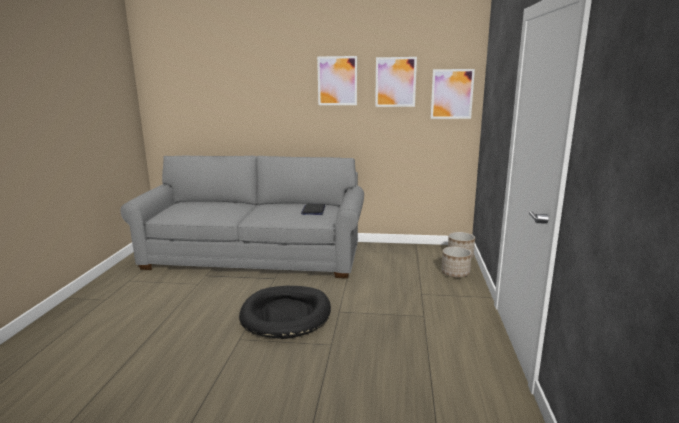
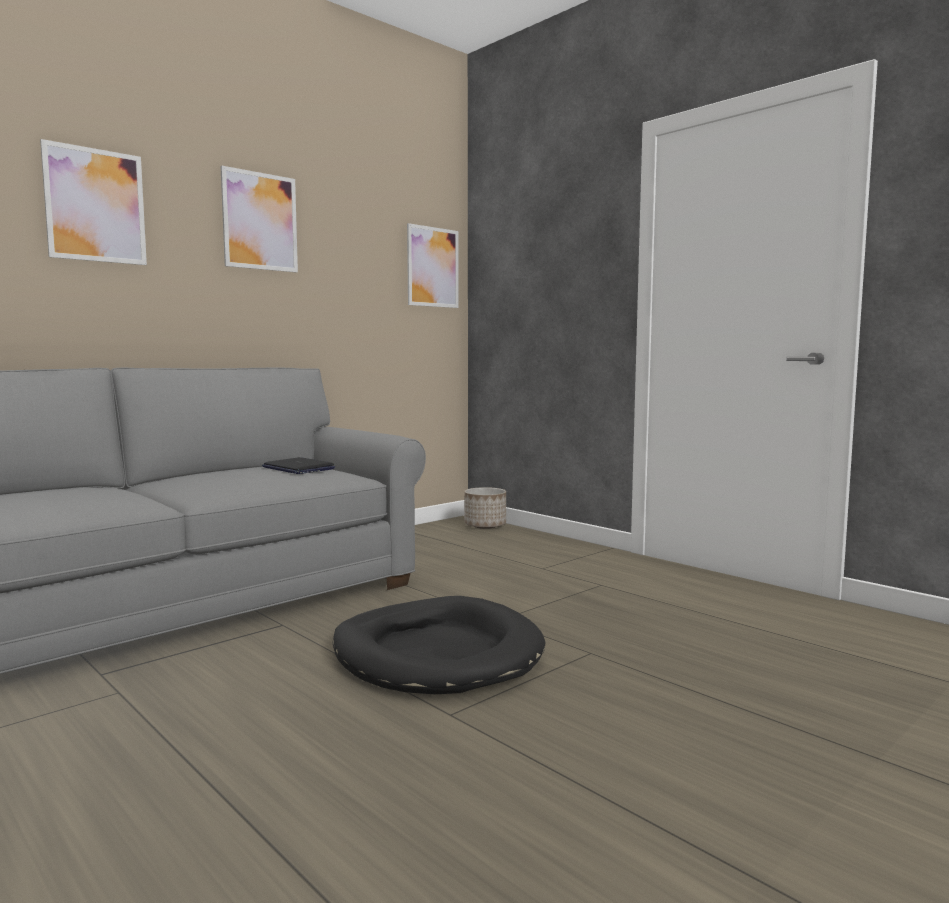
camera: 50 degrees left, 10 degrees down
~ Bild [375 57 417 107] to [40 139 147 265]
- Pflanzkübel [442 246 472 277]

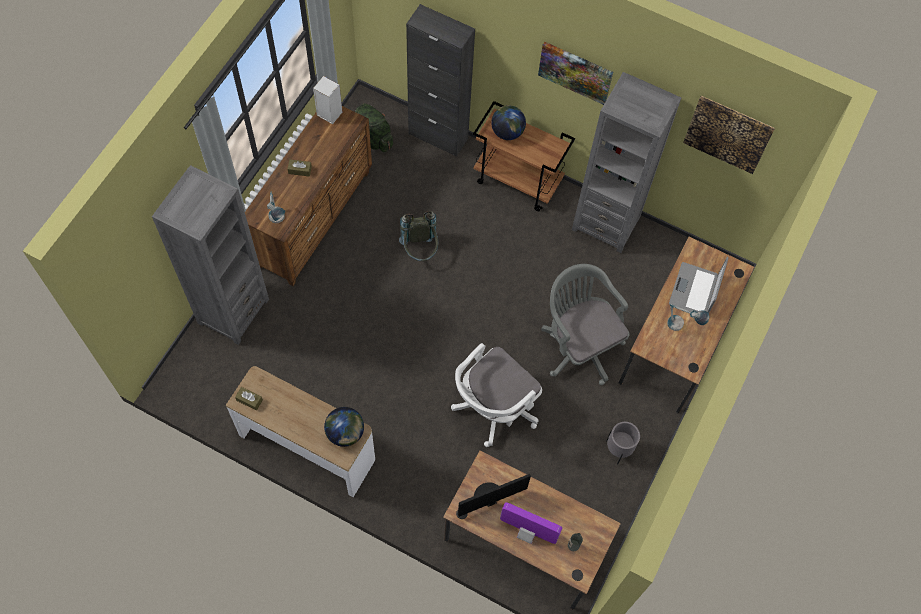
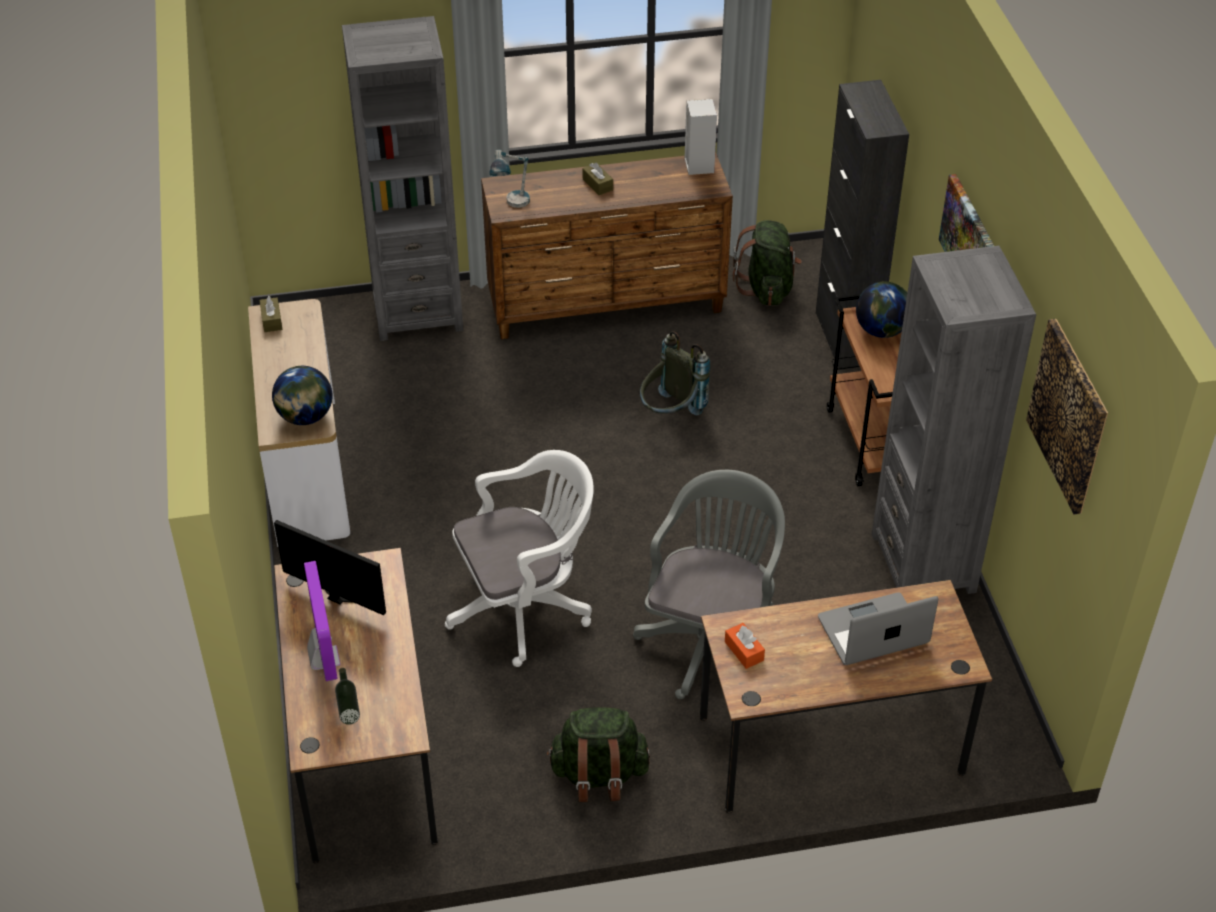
camera: 55 degrees right, 20 degrees down
~ Bürostuhl [weiß] [451 343 542 447] = [445 450 594 667] 150 degrees clockwise
~ Pflanzkübel [grau] [606 422 640 464] to Rucksack [grün] [547 707 650 802]
- Tischlampe [667 304 709 331]
+ Taschentuchbox [orange] [725 623 765 669]

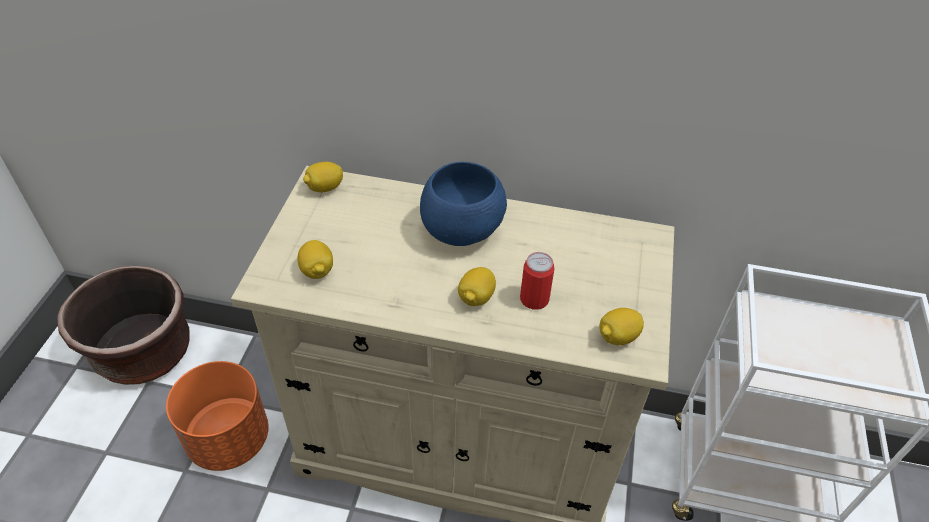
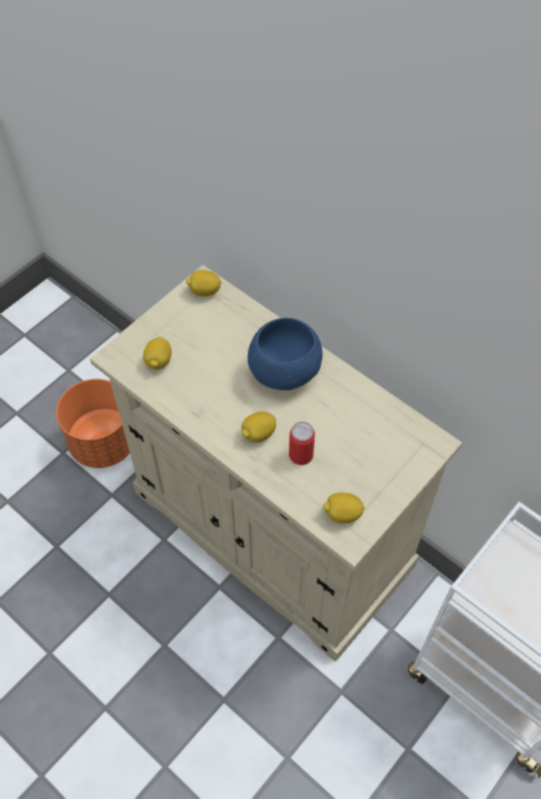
camera: 30 degrees right, 10 degrees up
- Pflanzkübel [braun] [57 266 190 385]

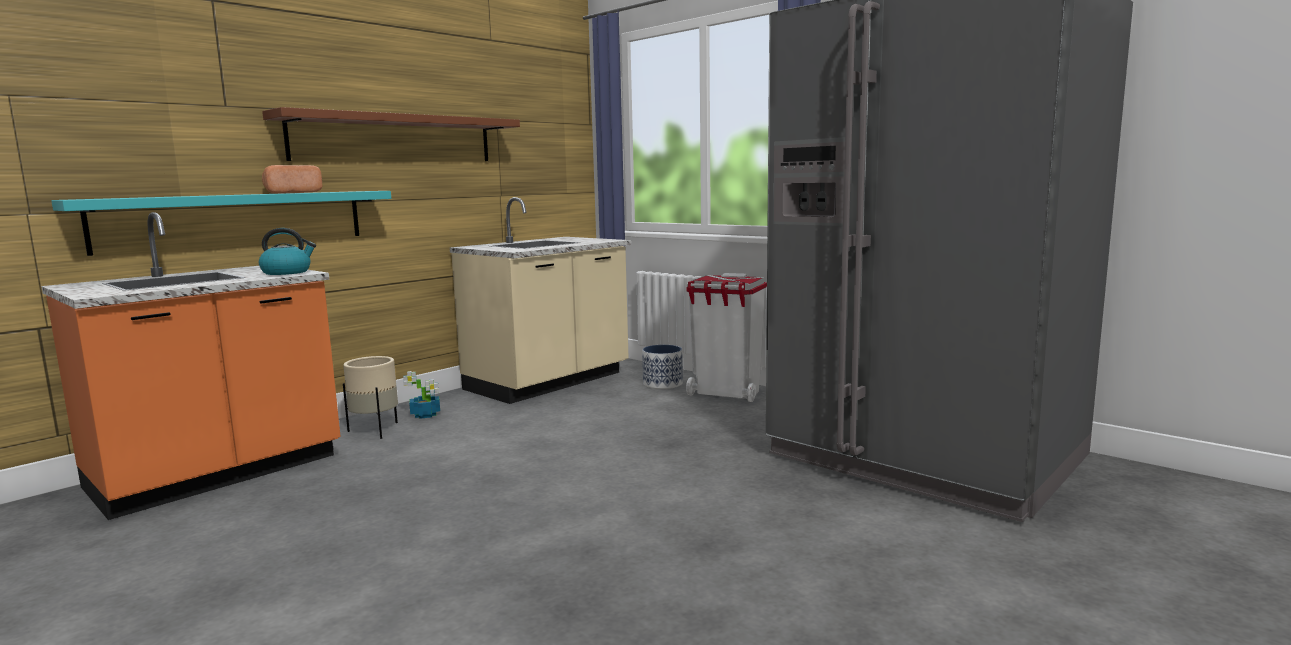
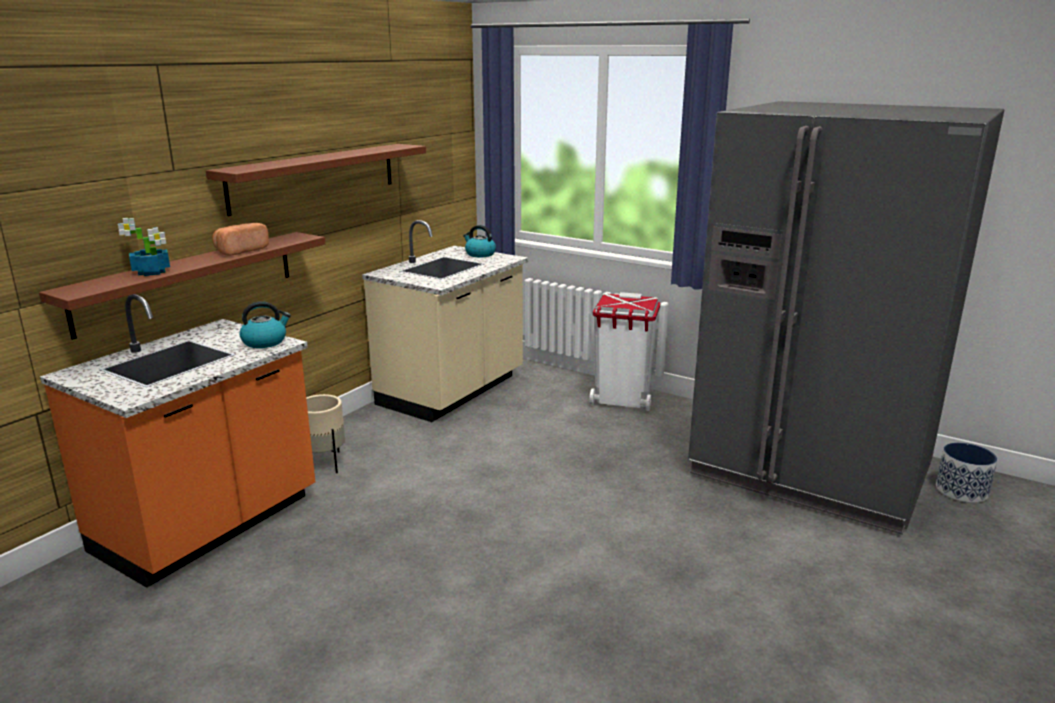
camera: 10 degrees left, 10 degrees up
~ Wandregal [türkis] [51 191 391 256] to Wandregal [braun] [39 232 325 340]
~ Topfpflanze [403 371 440 419] to [118 218 170 276]
~ Pflanzkübel [642 345 683 389] to [936 443 997 503]
+ Wasserkessel [463 225 496 257]

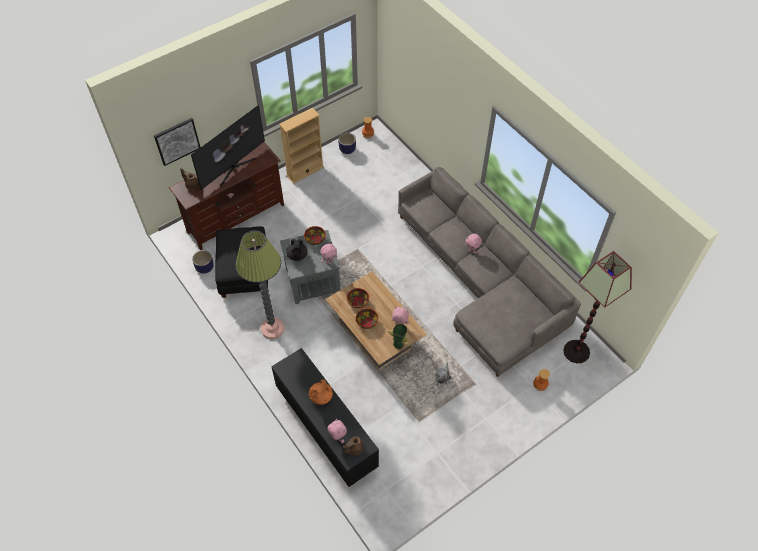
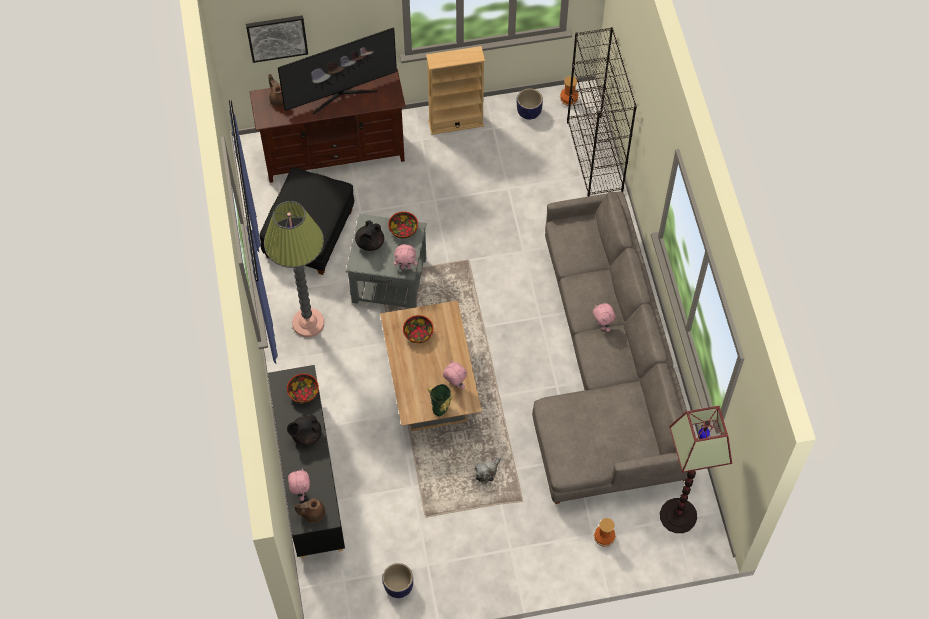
camera: 25 degrees right, 5 degrees up
~ Pflanzkübel [192 250 214 274] to [383 563 413 598]
~ Teekanne [orange] [309 380 333 405] to Teekanne [schwarz] [287 415 322 446]
~ Schüssel [356 308 378 329] to [287 374 319 403]
+ Bücherregal [schwarz] [567 27 637 197]

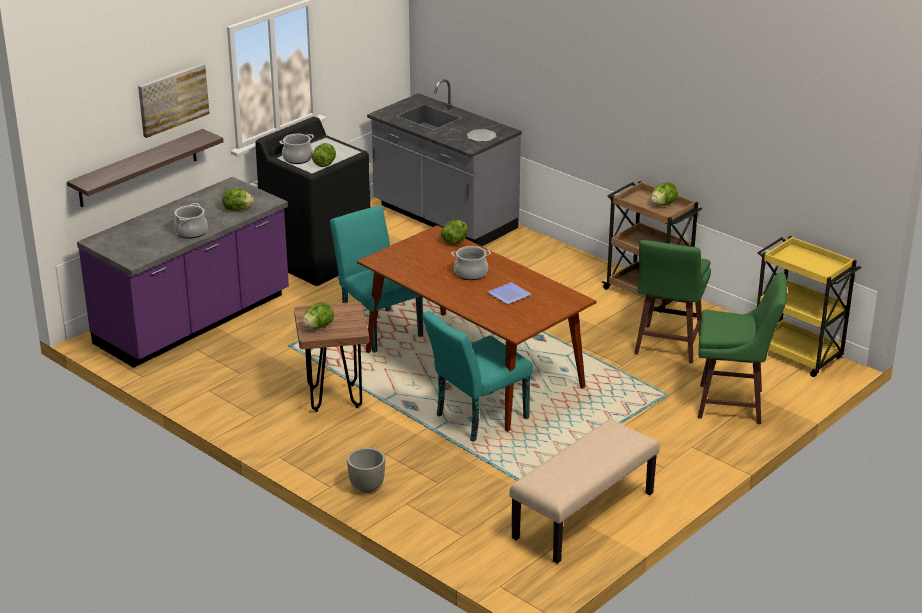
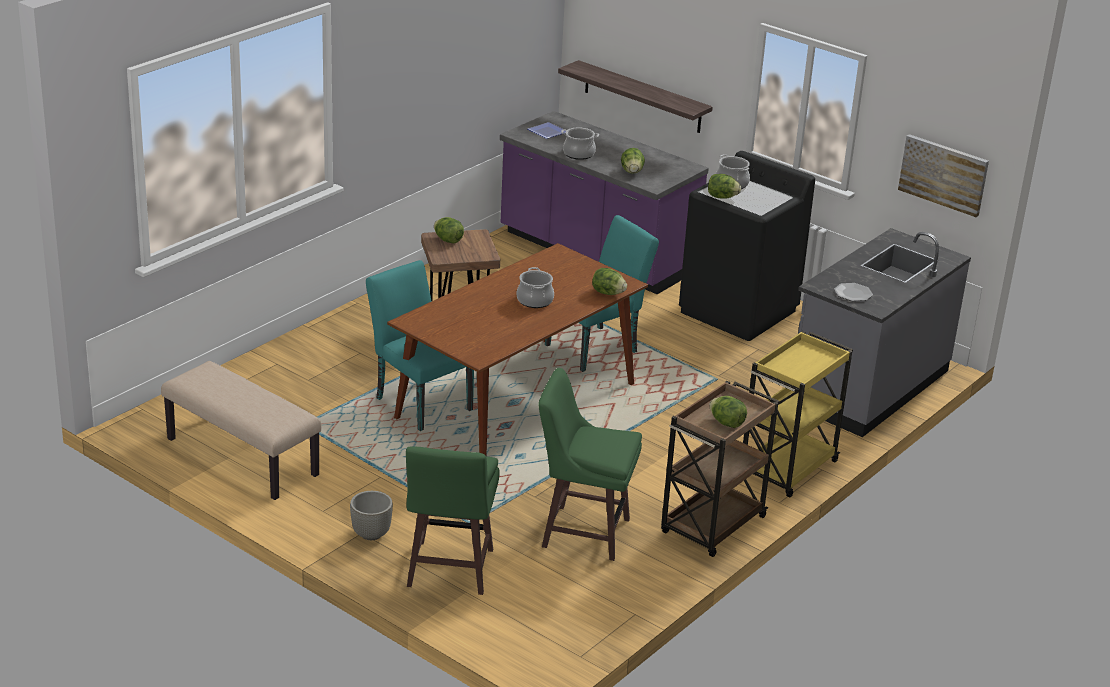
camera: 85 degrees right, 0 degrees up
~ Bild [138 63 210 138] to [898 134 989 217]
~ Pflanzkübel [grau] [347 448 385 493] to [350 491 393 540]
~ Teller [488 282 532 304] to [528 122 566 139]
~ Rollwagen [gelb] [757 236 861 377] to [743 331 853 498]

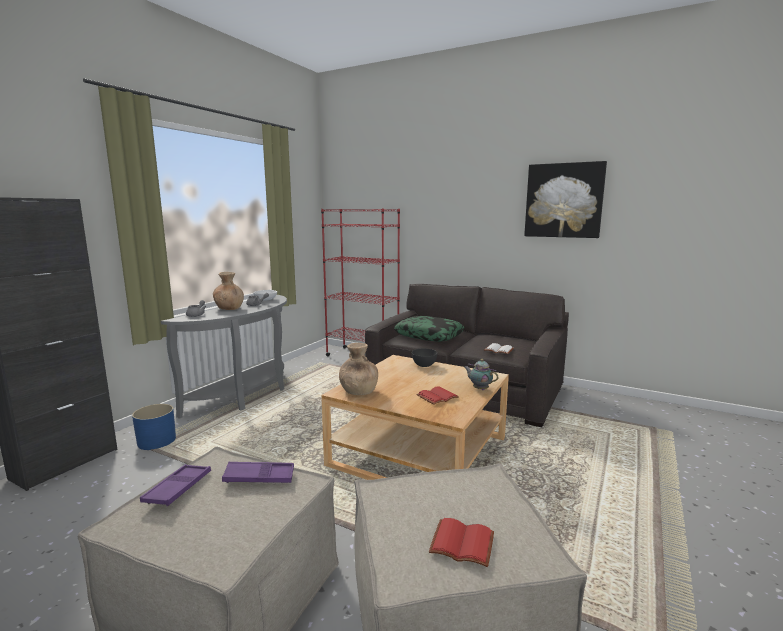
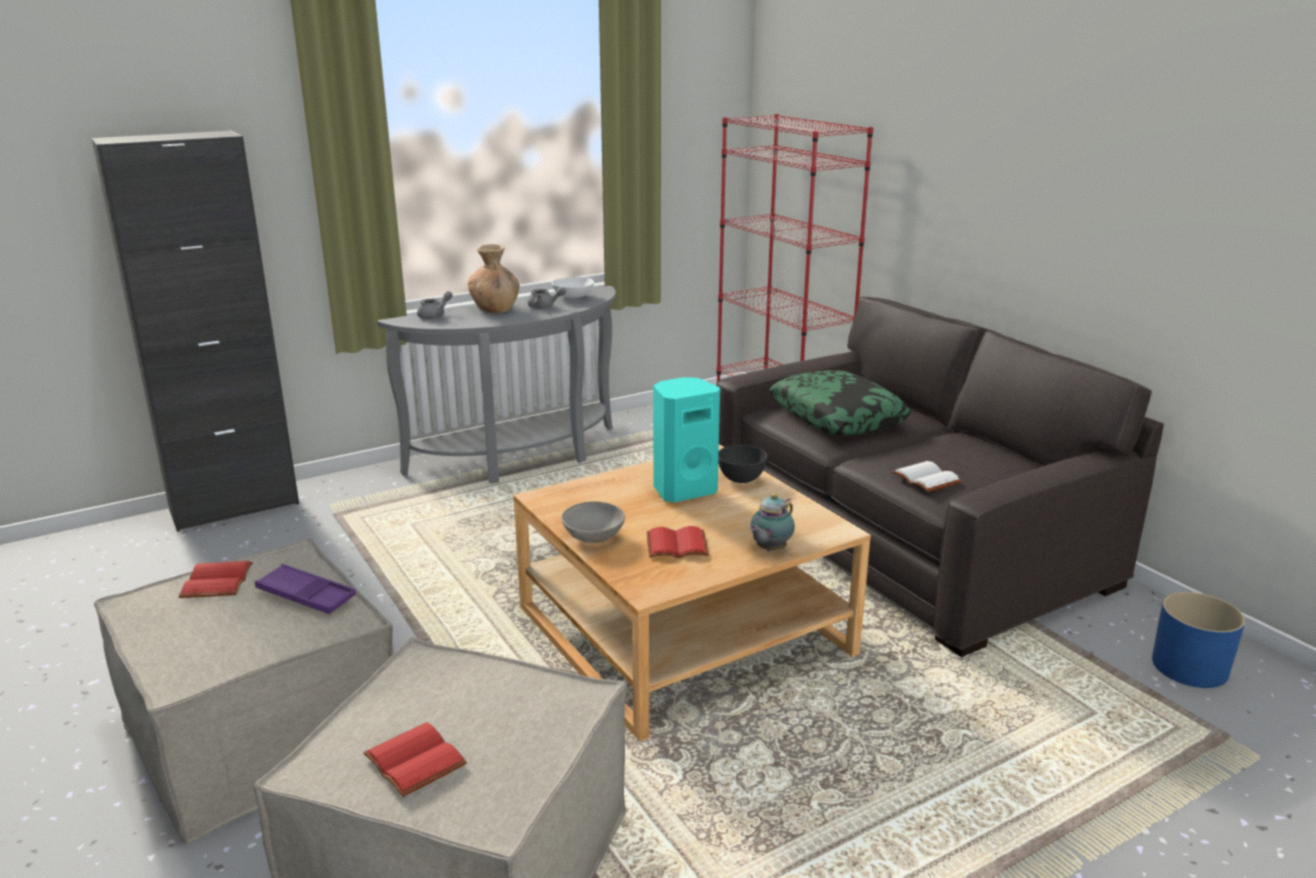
camera: 30 degrees right, 10 degrees up
~ Pflanzkübel [blau] [132 404 176 450] to [1152 592 1245 688]
~ Tablett [lila] [140 464 211 506] to Buch [rot] [178 561 253 598]
- Vase [braun] [339 343 378 395]
~ Teekanne [464 359 498 390] = [749 493 795 551] 120 degrees counterclockwise
- Bild [524 161 607 238]
+ Schüssel [grau] [561 501 625 543]
+ Lautsprecher [türkis] [653 377 720 503]

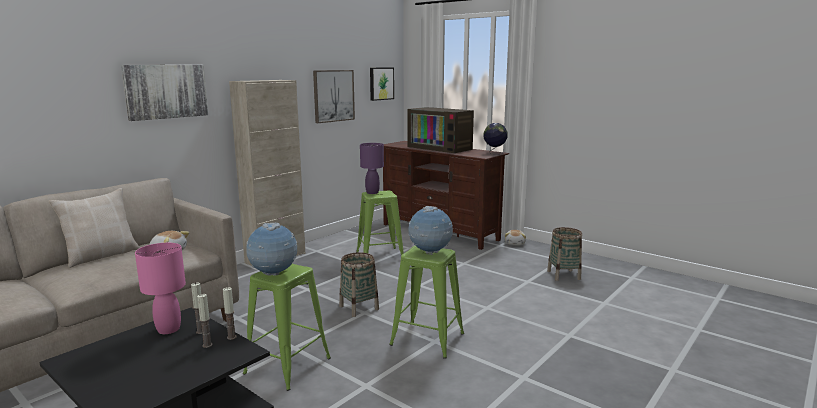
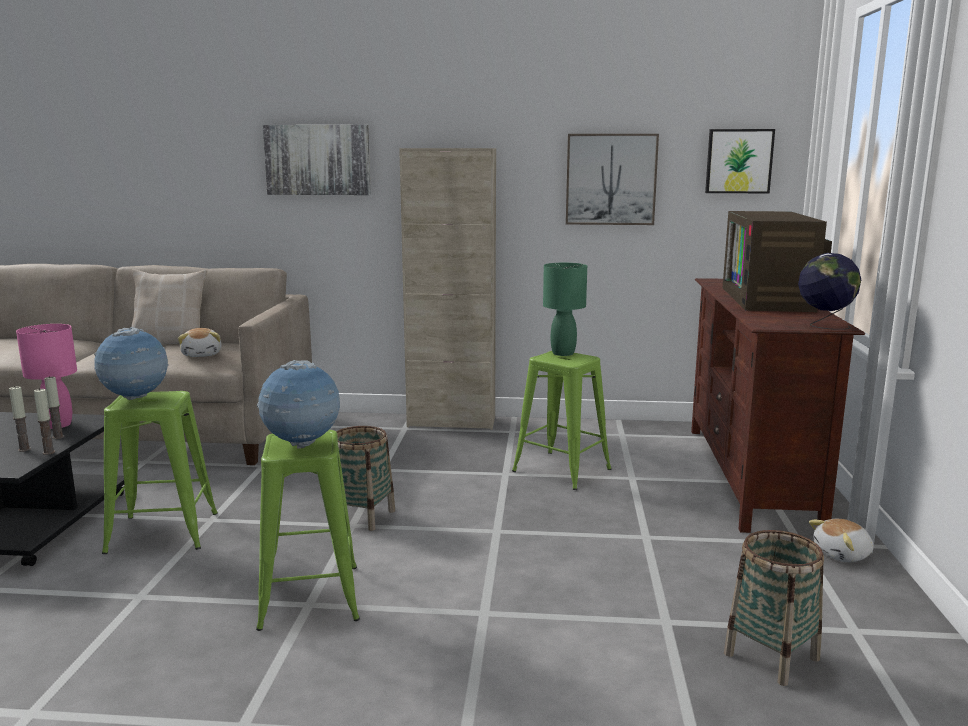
camera: 55 degrees right, 0 degrees up
~ Tischlampe [lila] [360 143 384 194] to Tischlampe [grün] [543 263 587 356]

